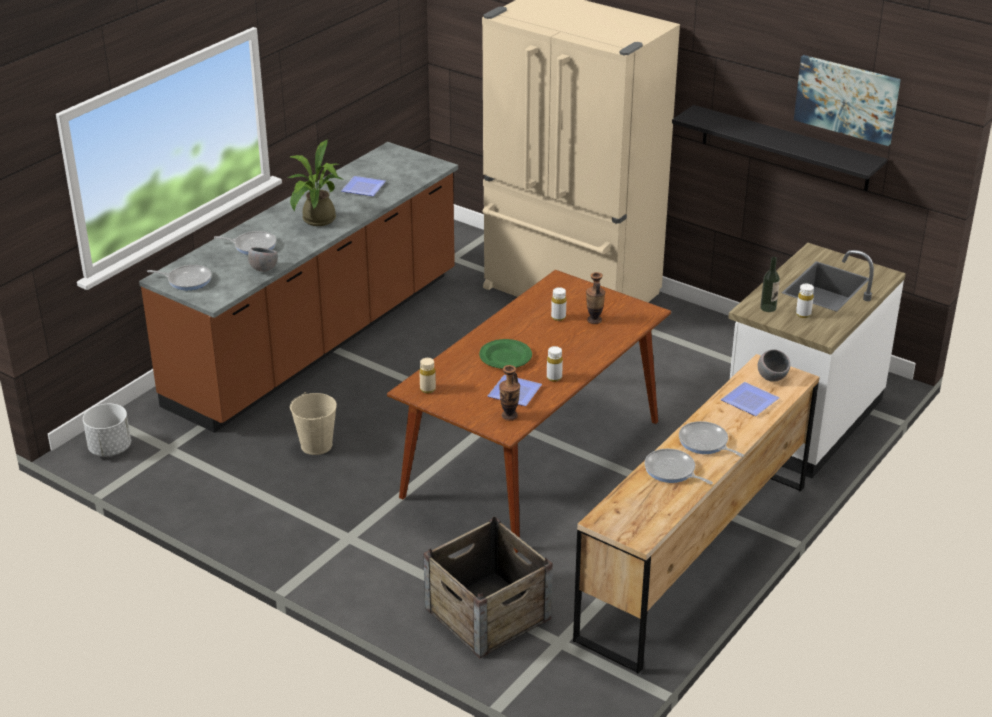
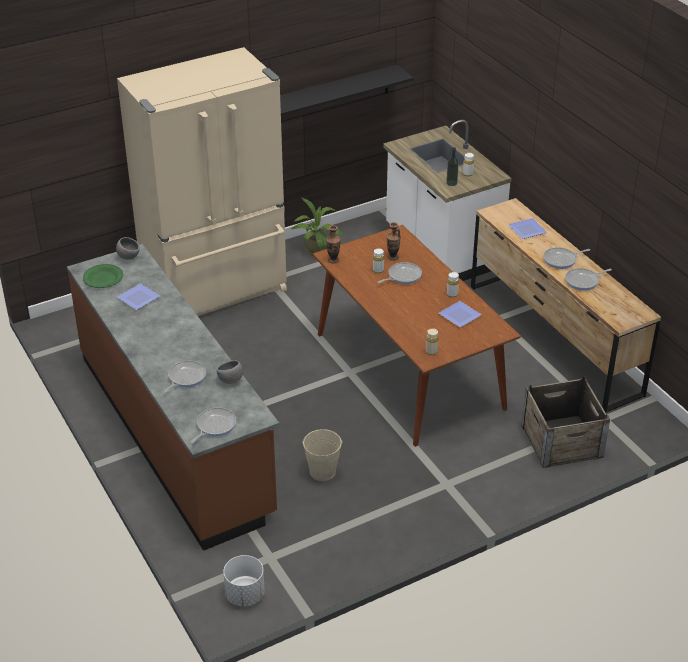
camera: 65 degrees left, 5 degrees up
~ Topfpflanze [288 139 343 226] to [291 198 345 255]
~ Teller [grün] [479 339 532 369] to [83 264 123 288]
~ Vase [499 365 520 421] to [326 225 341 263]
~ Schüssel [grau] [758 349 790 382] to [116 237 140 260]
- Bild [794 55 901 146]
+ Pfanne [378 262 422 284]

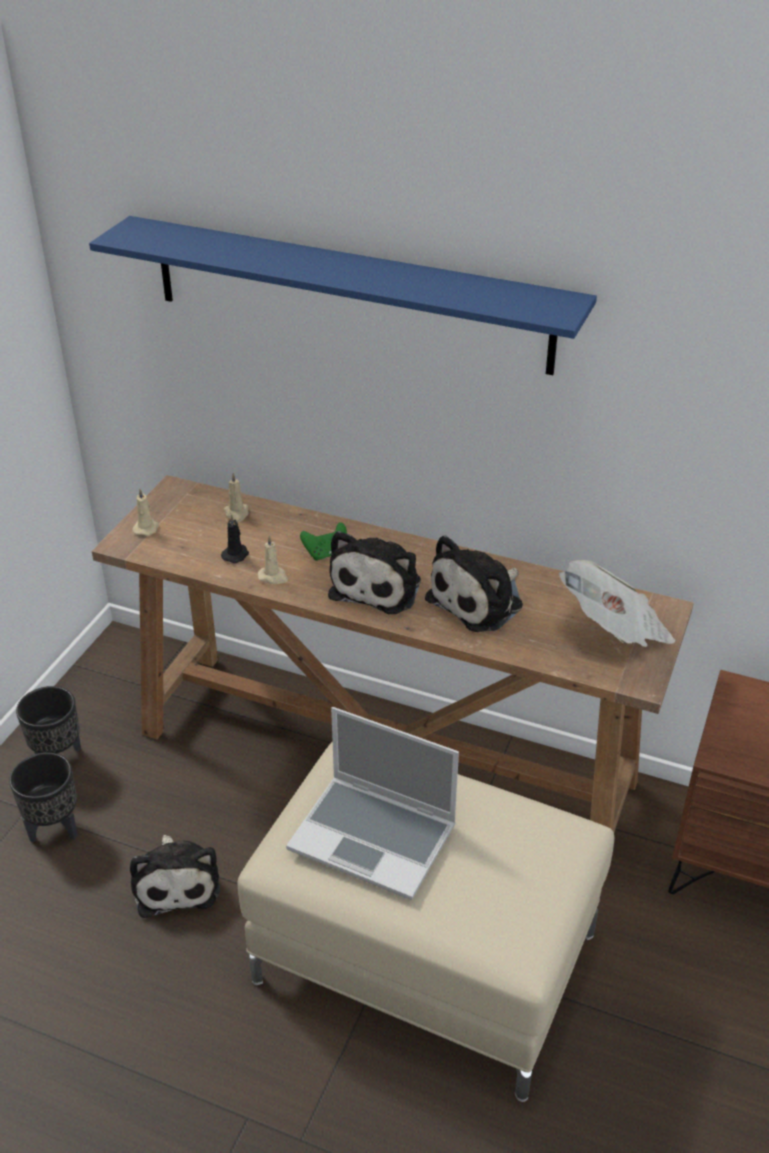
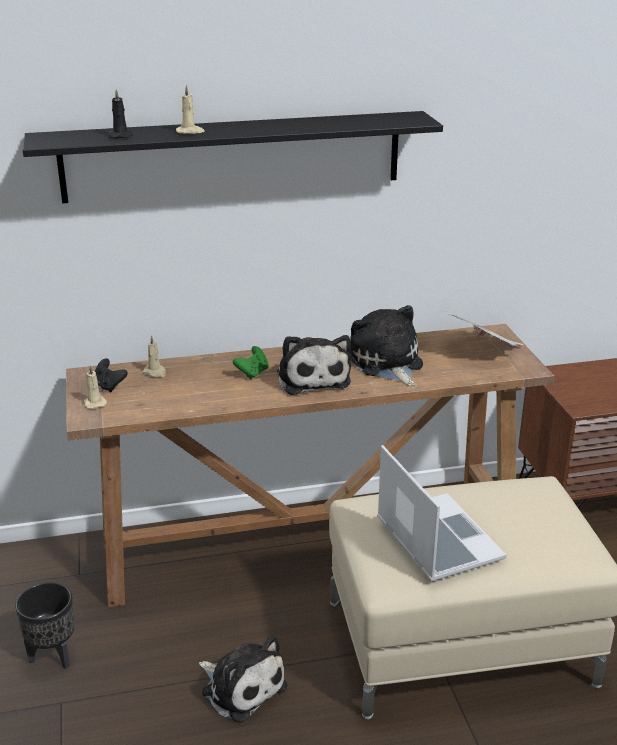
camera: 35 degrees left, 10 degrees down
- Pflanzkübel [schwarz] [9 752 78 843]
~ Wandregal [blau] [89 216 597 375] to Wandregal [schwarz] [23 111 443 203]
~ Kerze [schwarz] [221 514 249 563] to [108 89 133 139]
~ Kerze [beige] [258 535 288 584] to [176 85 205 134]
~ Laptop [286 707 459 900] = [377 445 506 582] 105 degrees counterclockwise
~ Plüschtier [425 535 523 632] = [350 305 423 386] 150 degrees clockwise
+ Gamepad [schwarz] [95 359 128 392]

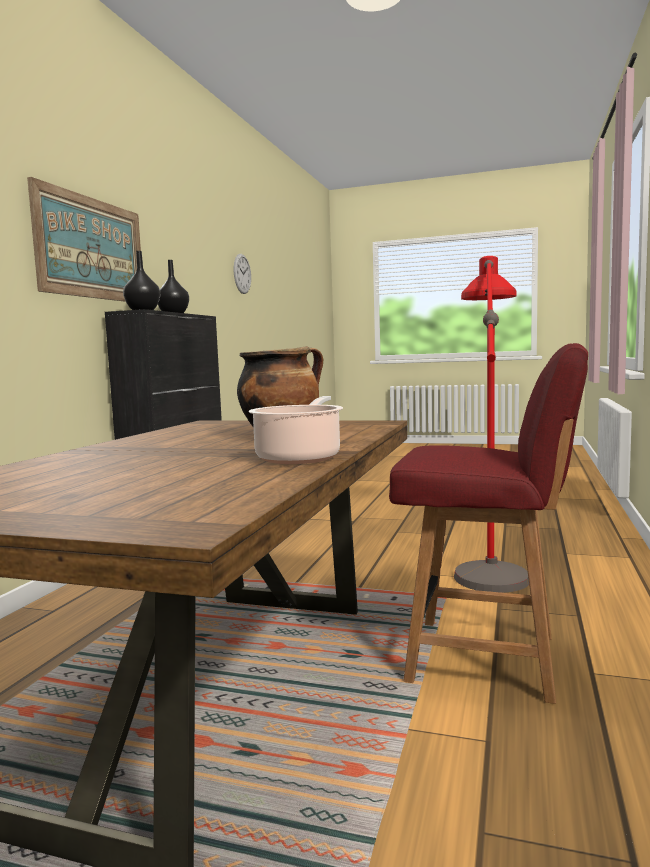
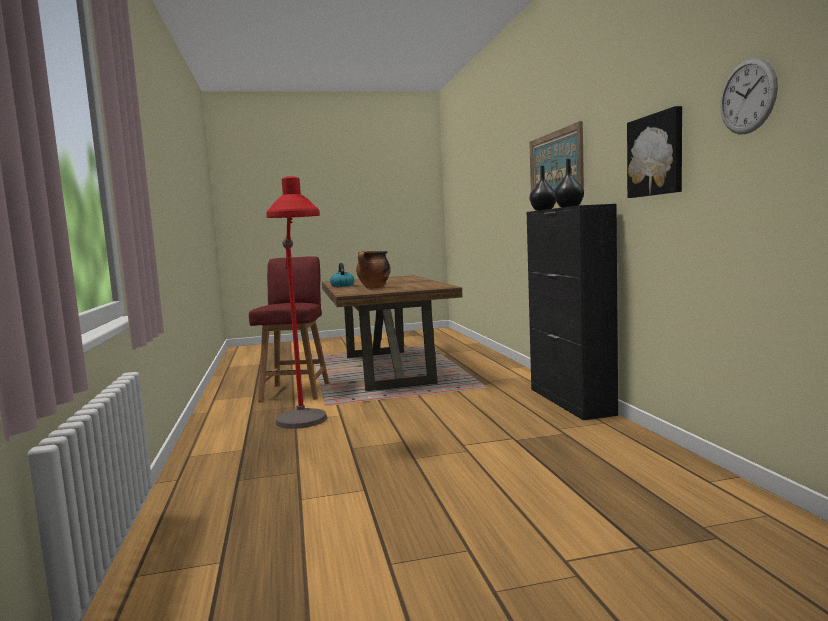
camera: 150 degrees right, 0 degrees up
~ Kochtopf [249 396 343 464] to Wasserkessel [330 263 354 287]
~ Stuhl [rot] [389 343 588 704] = [249 256 329 401] 105 degrees clockwise
+ Bild [627 106 682 198]

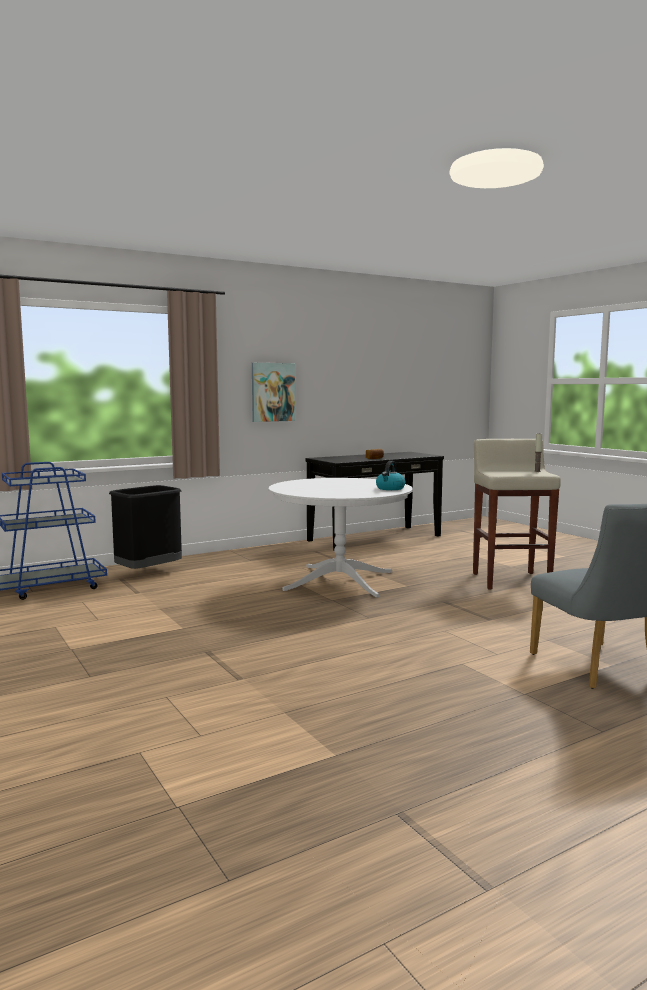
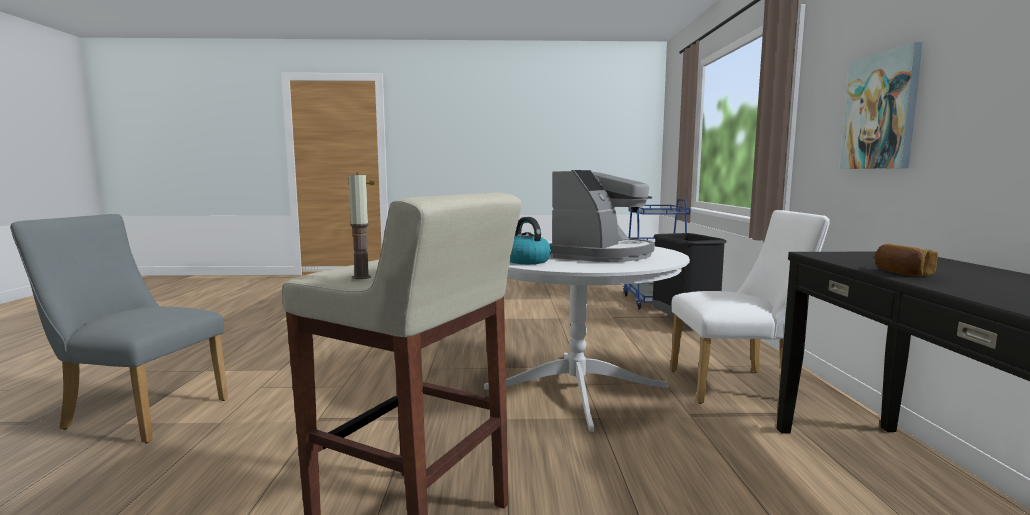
camera: 120 degrees right, 0 degrees up
+ Kaffeemaschine [549 170 655 262]
+ Stuhl [weiß] [670 210 830 404]

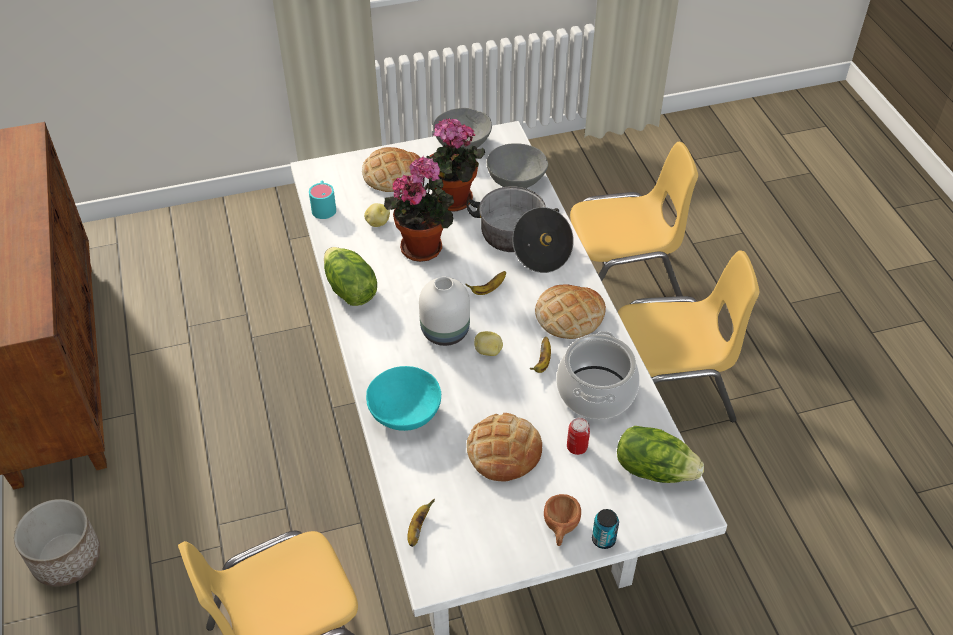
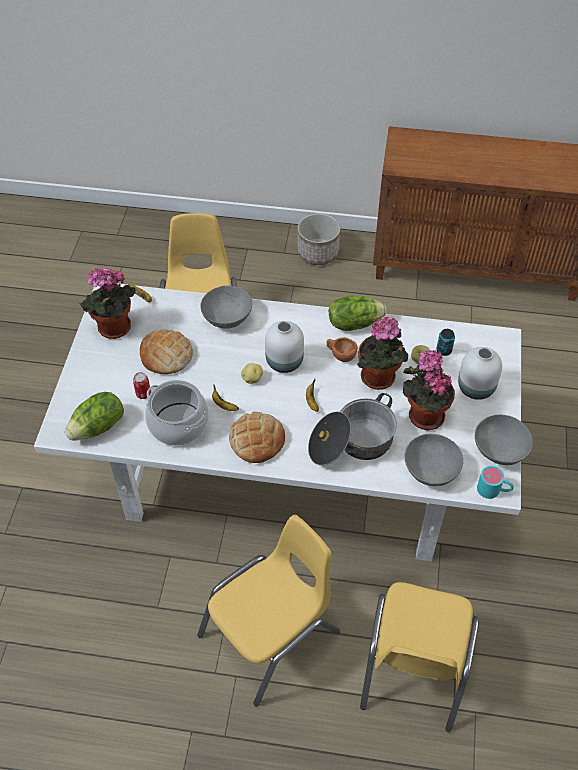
camera: 115 degrees right, 5 degrees up
~ Henkelbecher [türkis] [309 181 336 219] to [477 466 514 499]
~ Brot [362 147 420 192] to Vase [weiß] [458 347 502 400]
~ Schüssel [türkis] [366 366 441 431] to Schüssel [grau] [200 285 252 329]
~ Tasse [braun] [544 494 581 546] to [327 337 358 362]
~ Dose [592 509 619 549] to [436 329 455 356]
~ Stuhl [gelb] [618 251 760 422] = [197 515 340 706] 150 degrees counterclockwise
+ Topfpflanze [79 268 136 339]

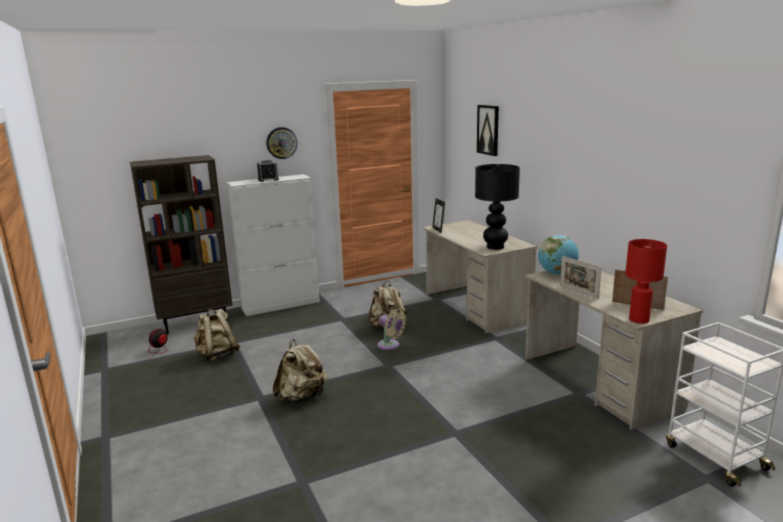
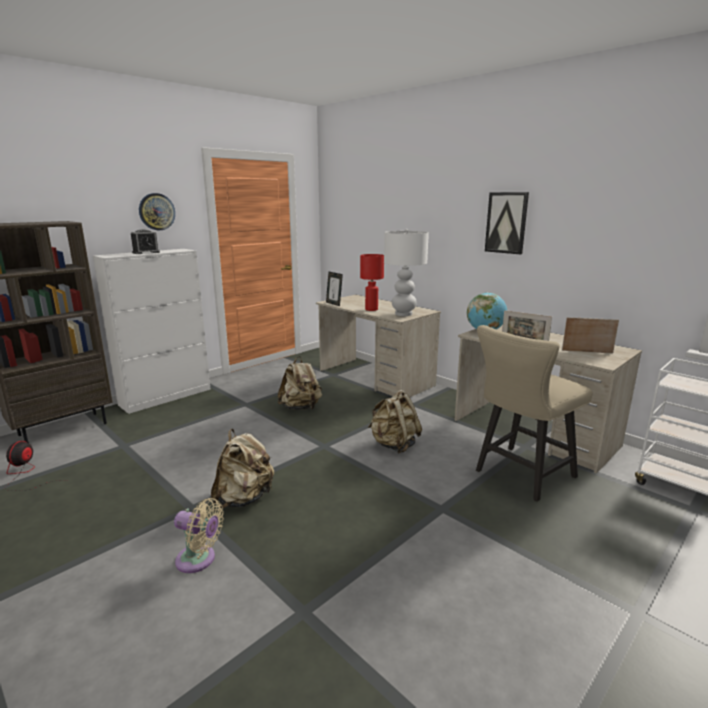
camera: 20 degrees left, 0 degrees up
~ Rucksack [beige] [193 309 240 362] to [368 390 422 454]
~ Ventilator [beige] [377 309 406 350] to [174 498 224 573]
~ Tischlampe [schwarz] [475 164 520 250] to Tischlampe [weiß] [384 229 429 316]
~ Bild [477 105 499 156] to [485 192 529 254]
~ Tischlampe [rot] [625 239 667 324] to [360 254 384 311]
+ Stuhl [beige] [476 325 593 502]

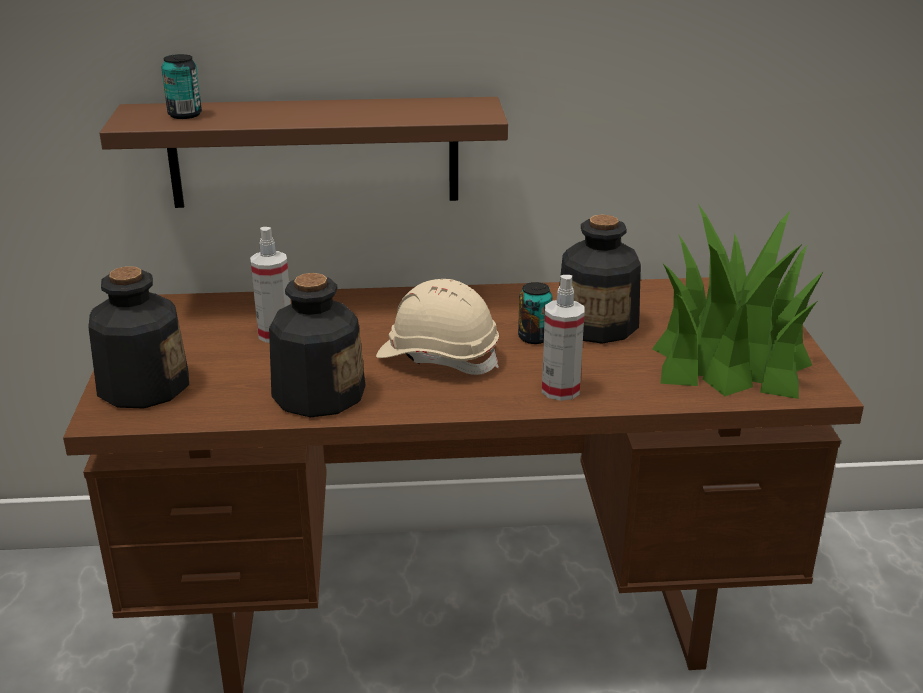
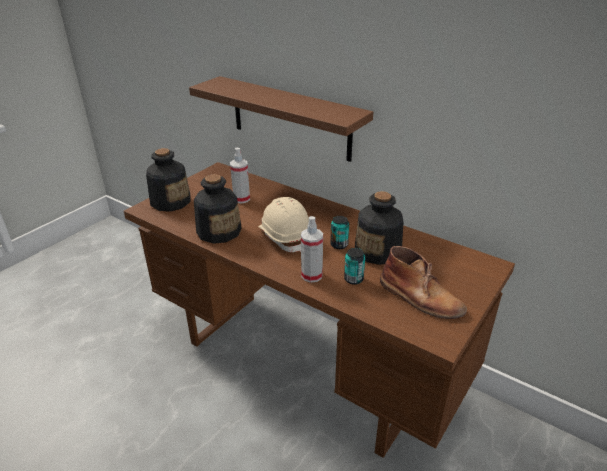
camera: 40 degrees right, 5 degrees up
~ Dose [162 54 202 119] to [344 248 365 285]
~ Topfpflanze [652 204 824 399] to Stiefel [braun] [380 246 467 319]

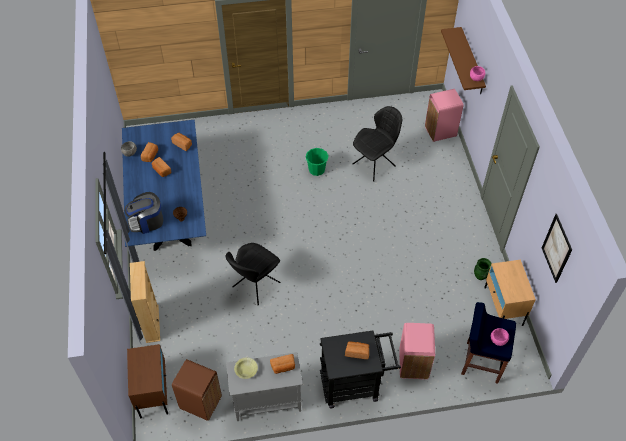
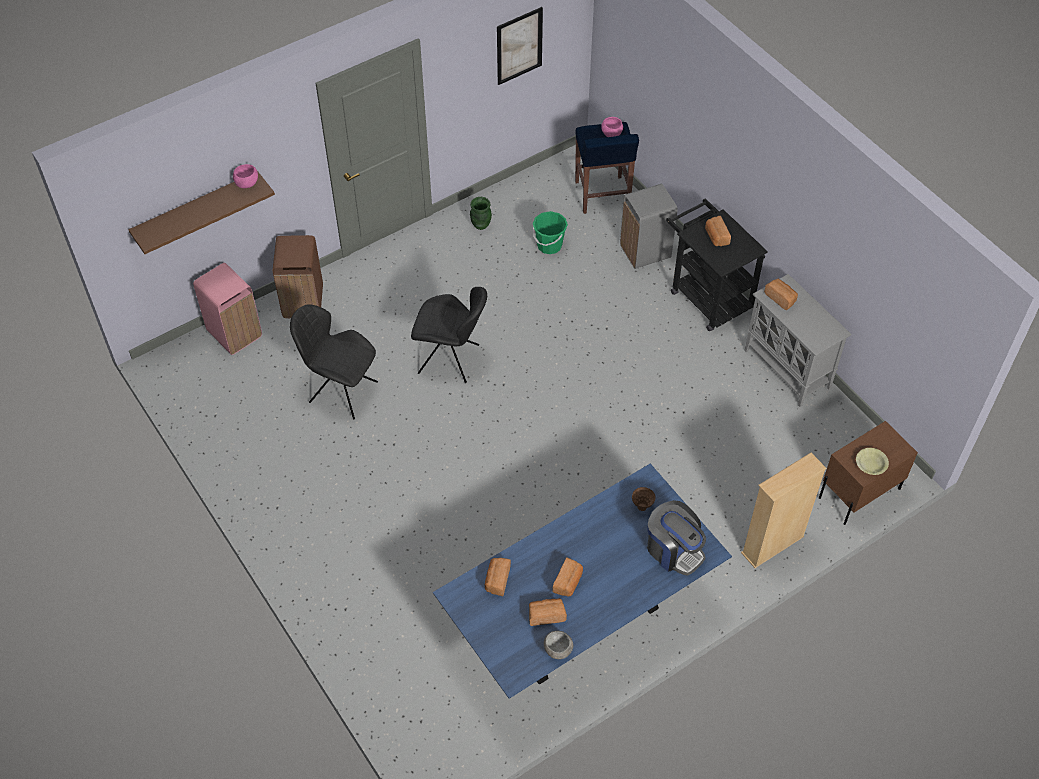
camera: 115 degrees left, 0 degrees up
~ Mülleimer [braun] [172 359 222 421] to [272 235 323 318]
~ Stuhl [schwarz] [226 243 281 306] to [411 287 487 383]
~ Schüssel [gelb] [234 357 258 379] to [856 448 889 475]
~ Eimer [grün] [305 148 329 176] to [533 211 568 254]
~ Mülleimer [rosa] [399 323 435 379] to Mülleimer [grau] [620 184 678 269]
- Nachttisch [beige] [484 260 536 326]

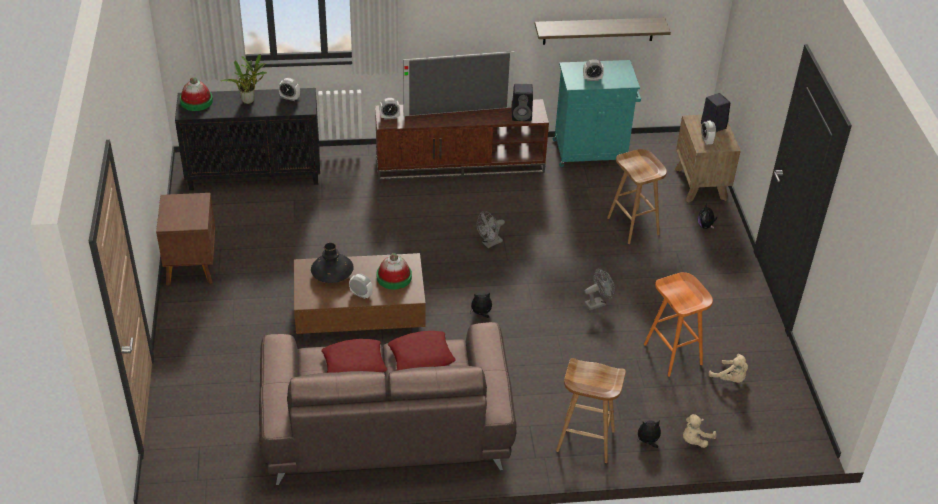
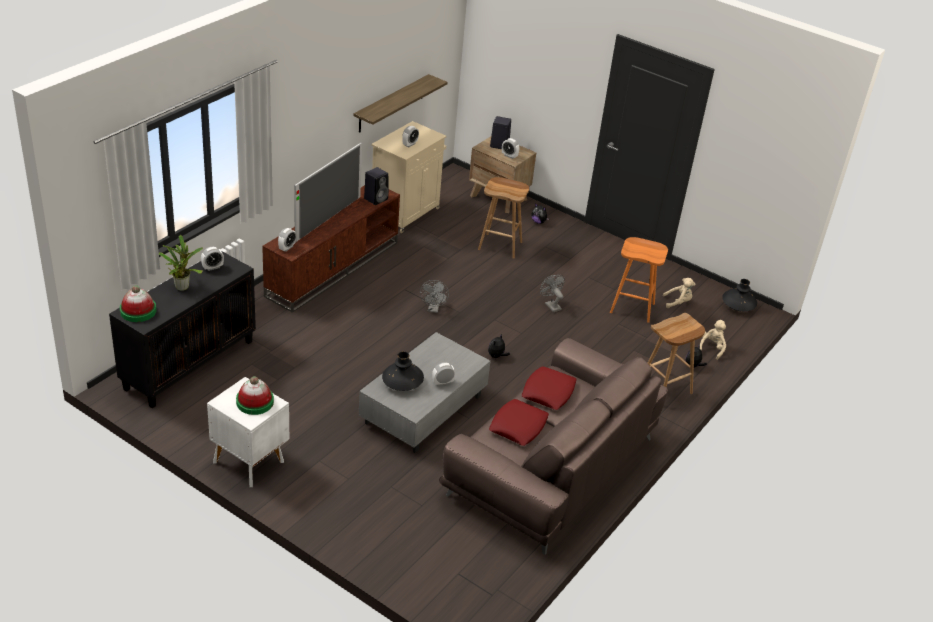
camera: 50 degrees left, 5 degrees down
~ Nachttisch [braun] [156 193 215 286] to Nachttisch [weiß] [207 377 289 487]
~ Couchtisch [braun] [294 253 426 341] to Couchtisch [grau] [359 332 490 453]
~ Hut [377 253 412 290] to [236 376 274 415]
~ Schrank [türkis] [553 60 641 167] to Schrank [beige] [371 121 446 233]
~ Ventilator [grau] [584 268 615 310] = [540 275 565 312] 45 degrees counterclockwise
~ Plüschtier [beige] [683 414 716 448] = [700 320 726 360] 150 degrees counterclockwise
+ Vase [schwarz] [722 279 757 312]

